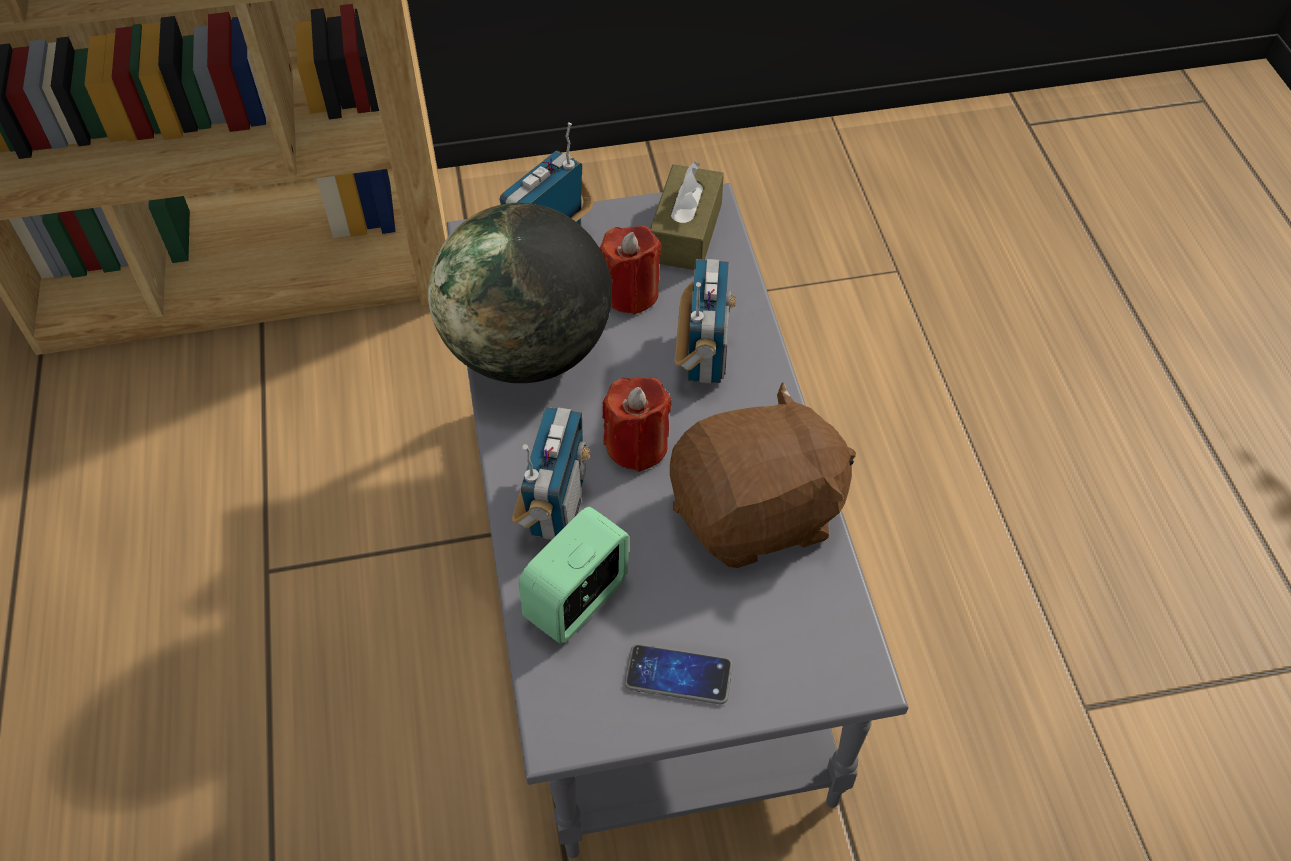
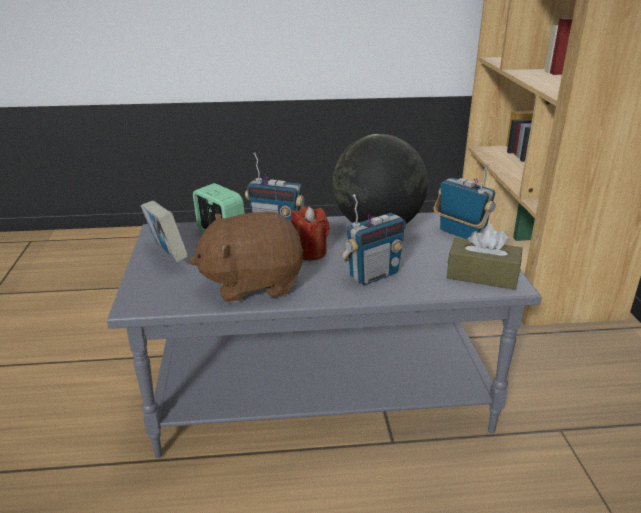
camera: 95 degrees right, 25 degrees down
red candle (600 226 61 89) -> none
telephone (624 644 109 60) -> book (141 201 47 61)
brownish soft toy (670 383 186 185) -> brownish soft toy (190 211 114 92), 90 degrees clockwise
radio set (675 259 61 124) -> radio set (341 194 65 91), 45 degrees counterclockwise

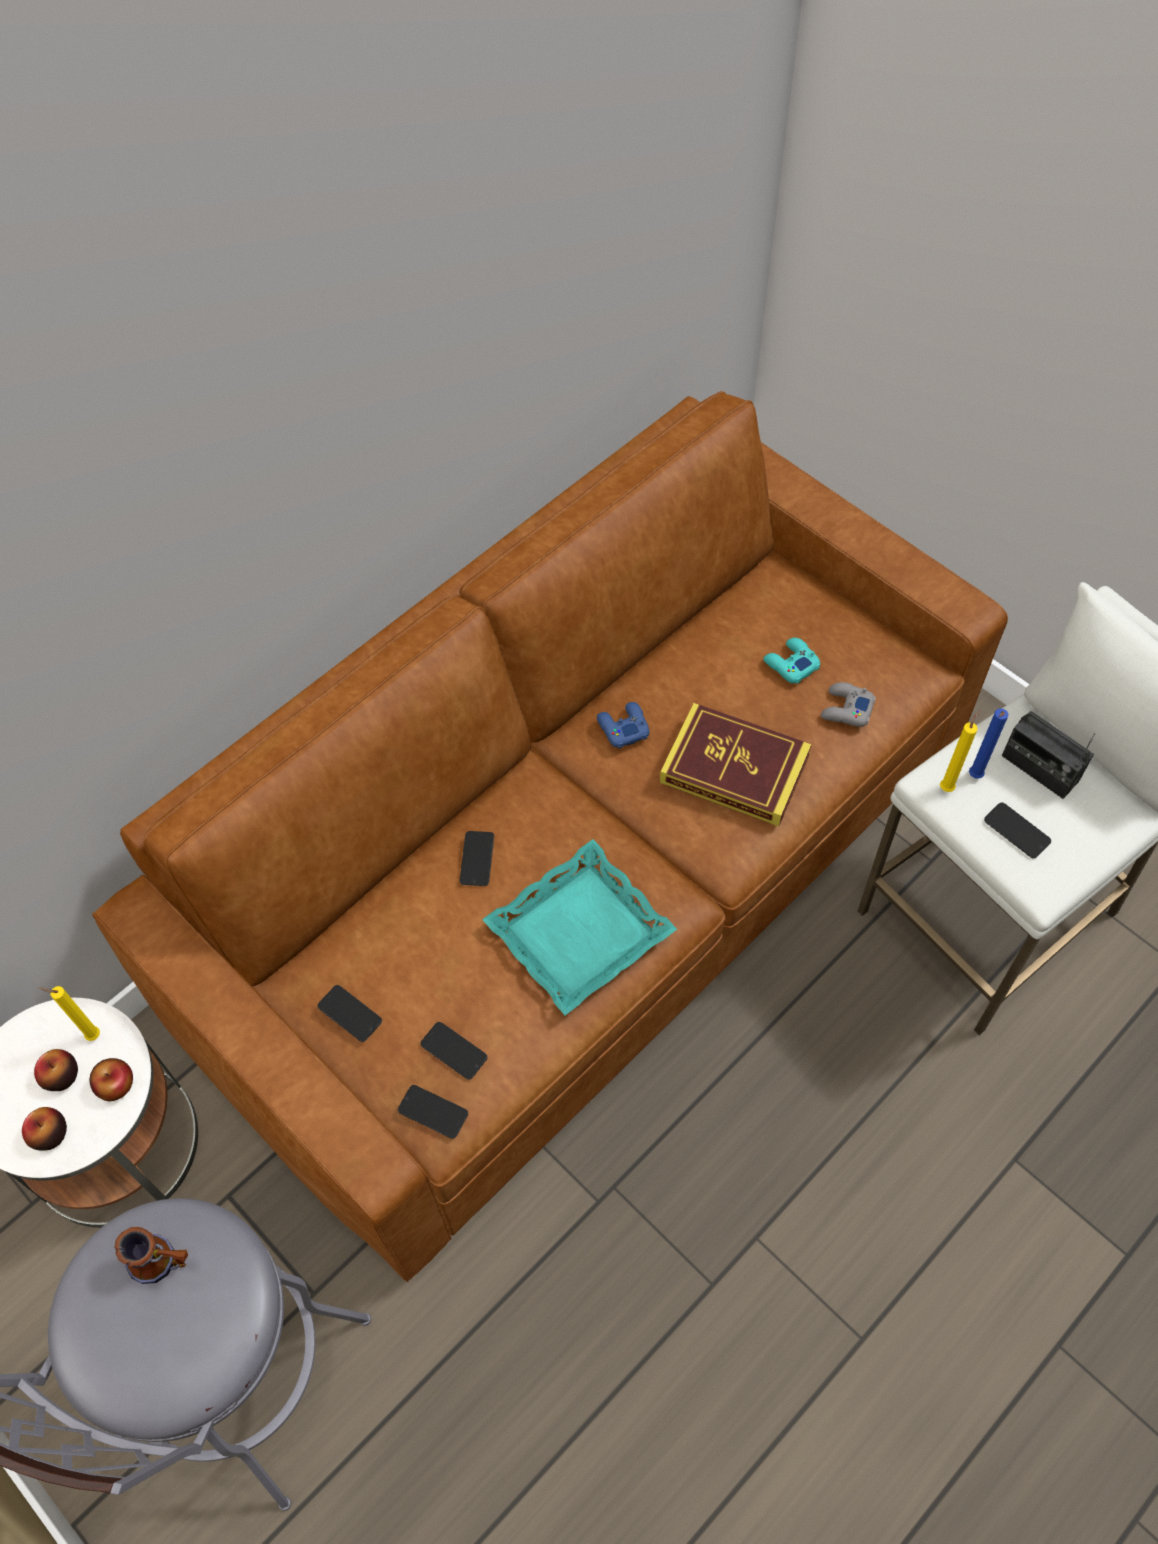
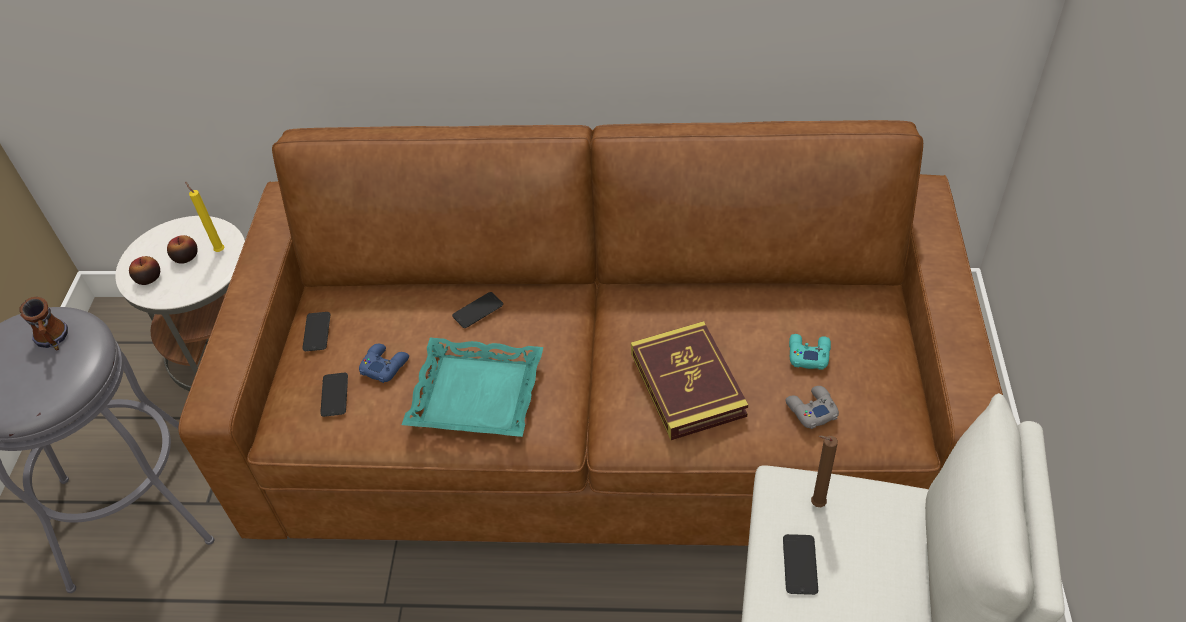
camera: 50 degrees right, 10 degrees down
whole apple (90 1058 43 43) -> none
telephone (398 1085 70 54) -> none
yellow-coloured candle (940 710 40 82) -> none
radio set (1002 711 93 88) -> none
blue-coloured gamepad (597 702 53 46) -> blue-coloured gamepad (359 344 50 39), shifted
blue-coloured candle (969 708 40 71) -> brownish candle (811 435 27 72)

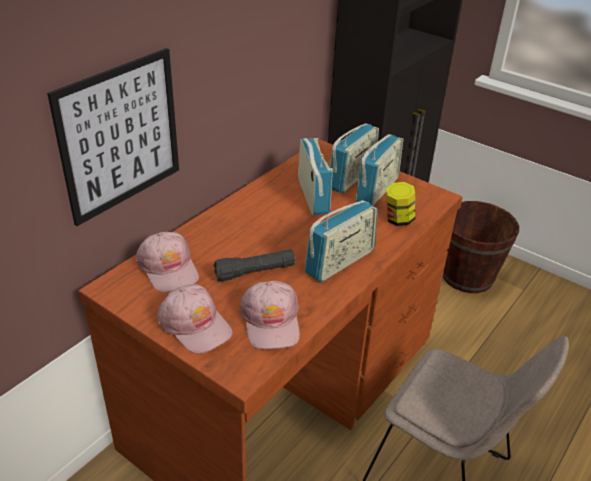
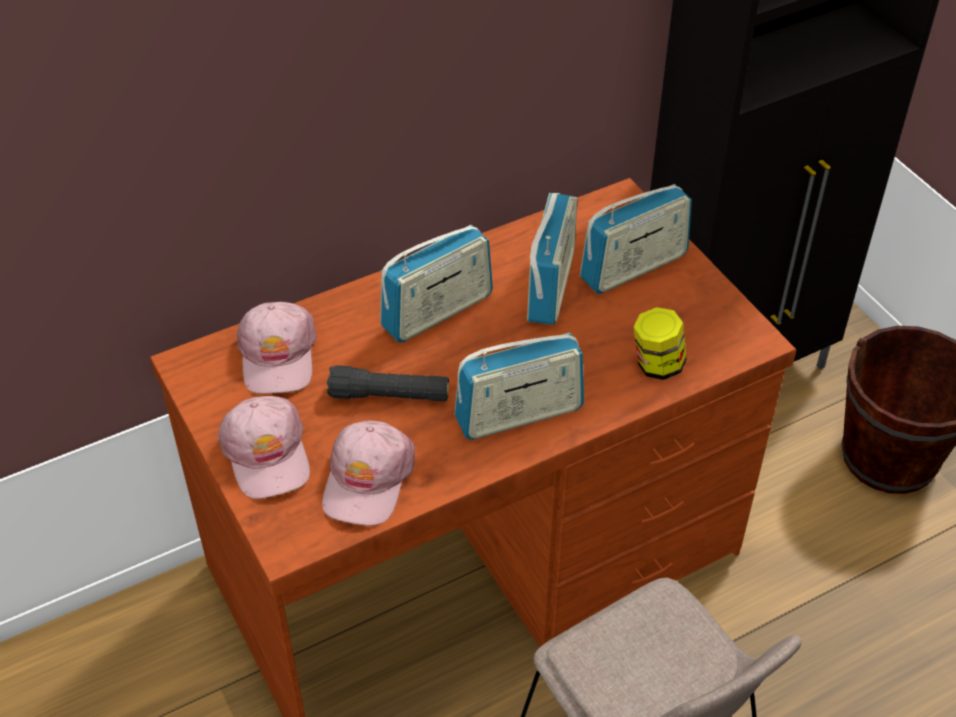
camera: 25 degrees right, 10 degrees up
picture (47 48 132 178) -> none
radio set (355 134 48 72) -> radio set (380 225 113 118), shifted

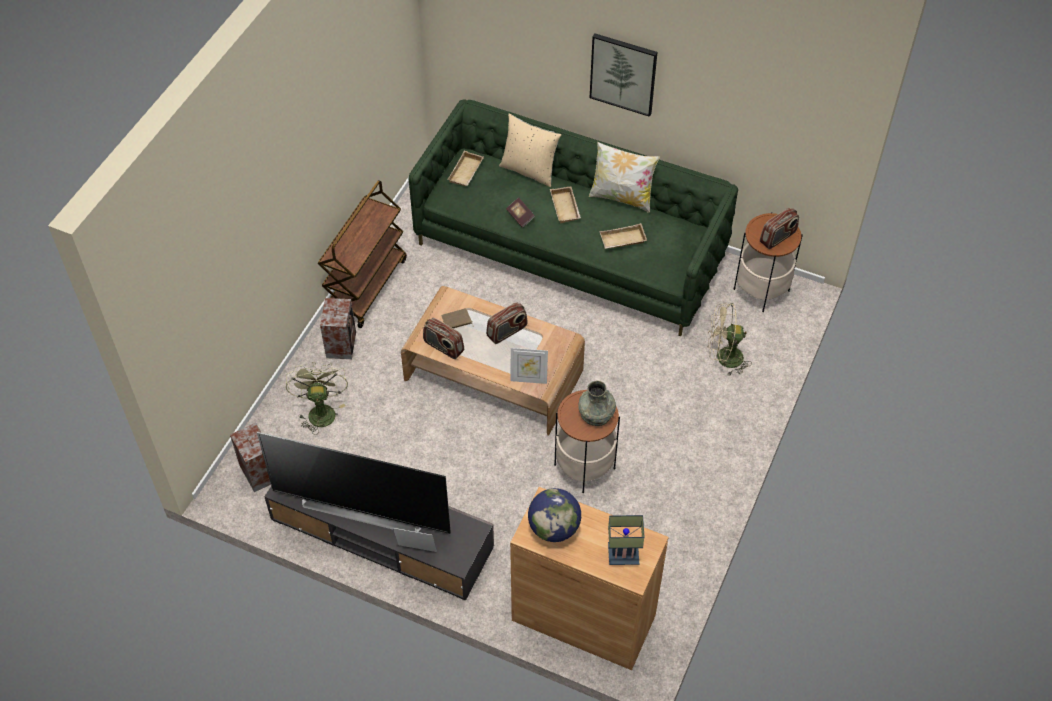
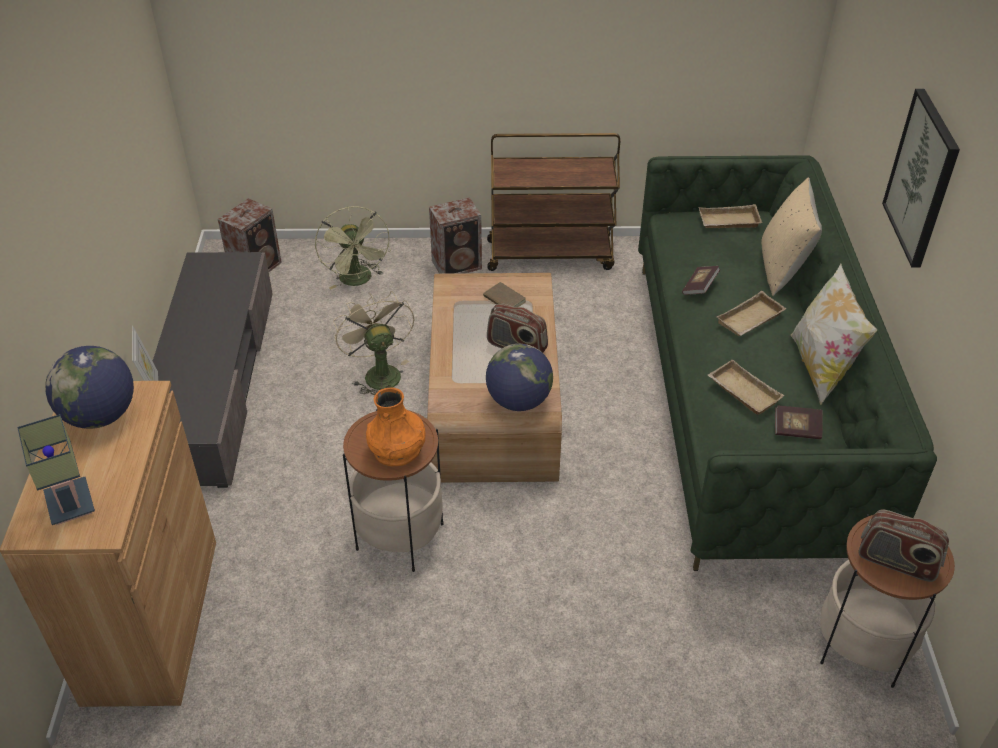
camera: 65 degrees right, 10 degrees down
TV set (257 432 194 102) -> none
radio set (423 318 41 41) -> none
standing frame (510 348 38 36) -> none
none -> globe (486 344 67 67)
none -> book (775 406 48 33)
sand-coloured electric fan (708 303 44 72) -> sand-coloured electric fan (333 291 82 104), shifted
greyish vase (578 381 38 45) -> orange vase (366 387 60 79)
greenish electric fan (286 362 62 73) -> greenish electric fan (315 206 76 83), 105 degrees clockwise

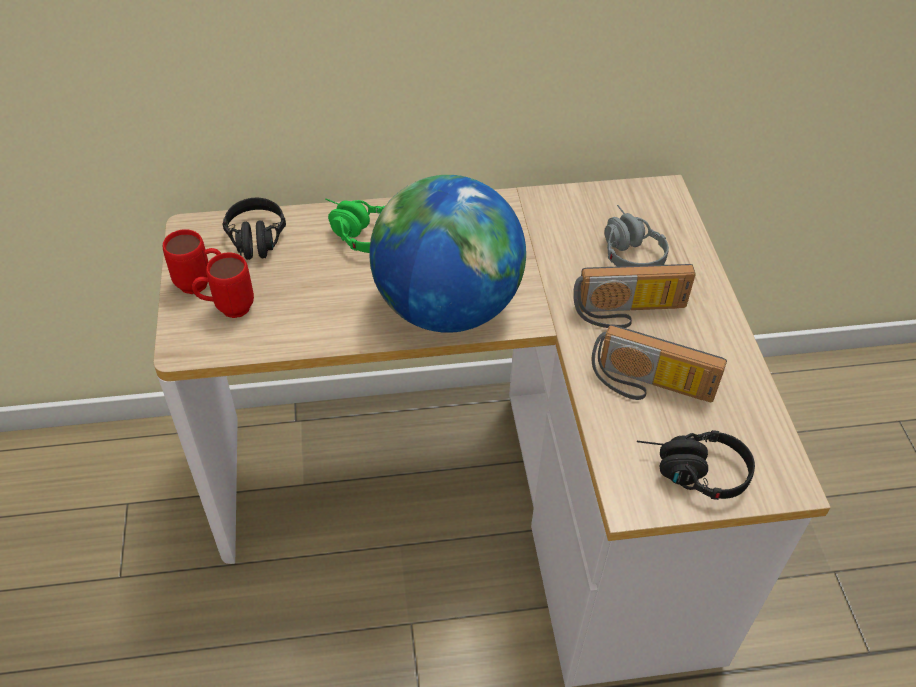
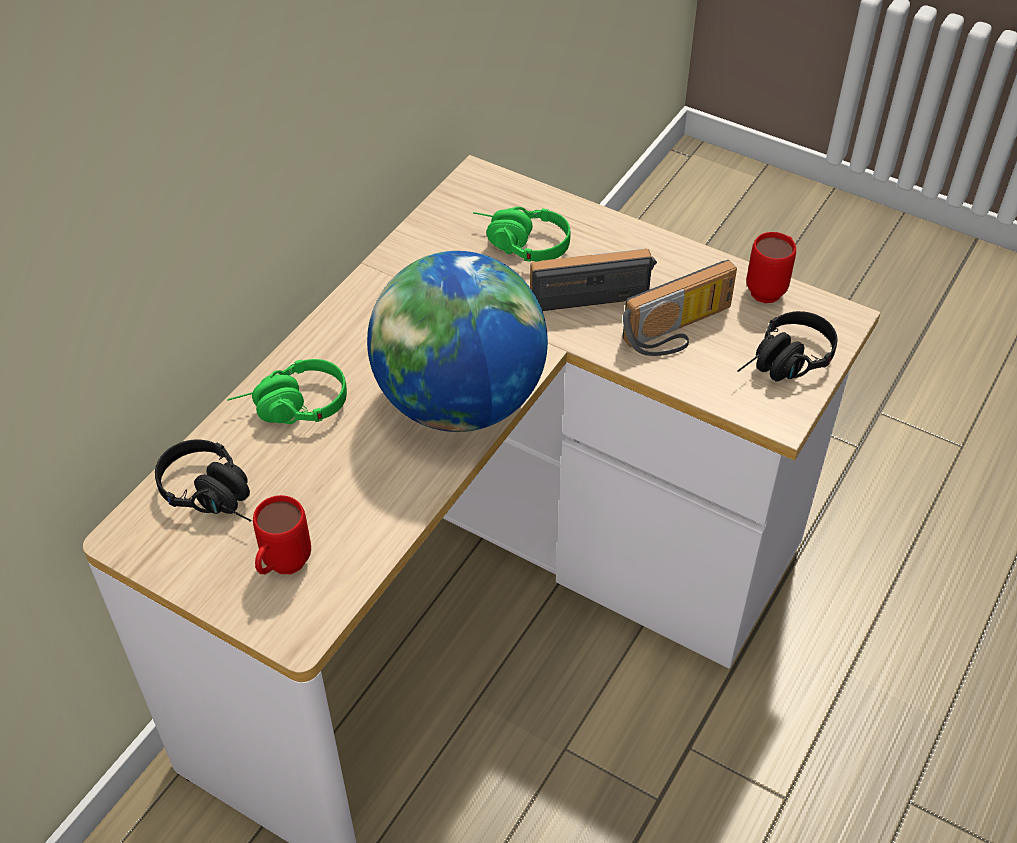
camera: 50 degrees left, 0 degrees up
red coffee mug (163 229 58 65) -> red coffee mug (746 232 50 71), shifted
greyish headphones (604 205 65 62) -> greenish headphones (473 207 97 55)
radio set (574 264 122 64) -> radio set (530 248 127 63), 135 degrees counterclockwise

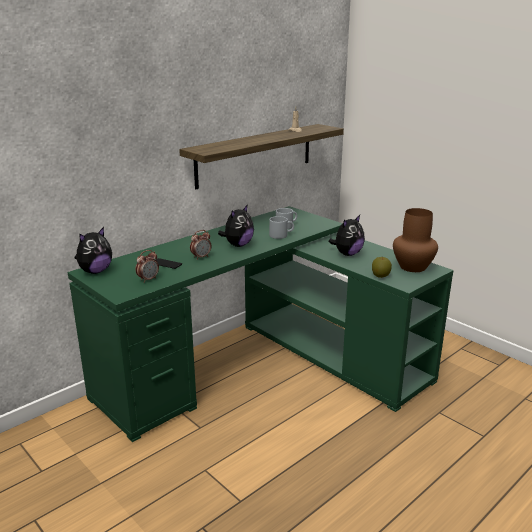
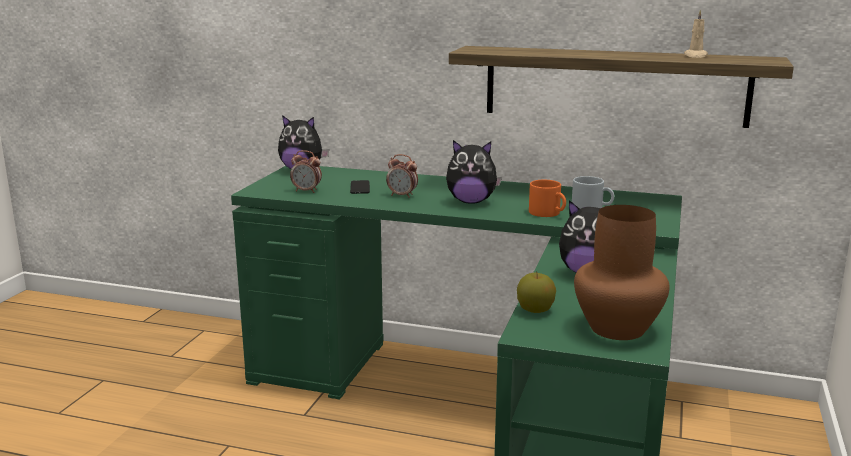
camera: 60 degrees right, 5 degrees down
greyish coffee mug (269 216 25 23) -> orange coffee mug (529 180 37 37)

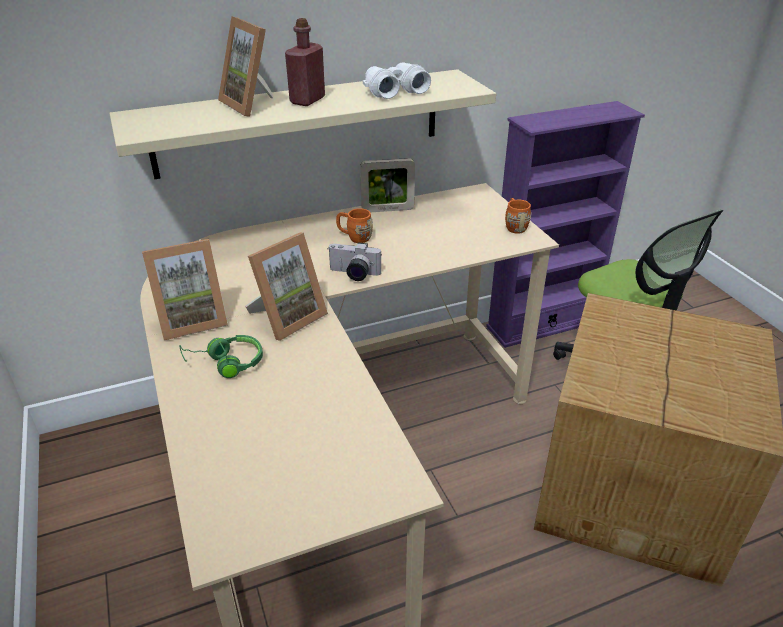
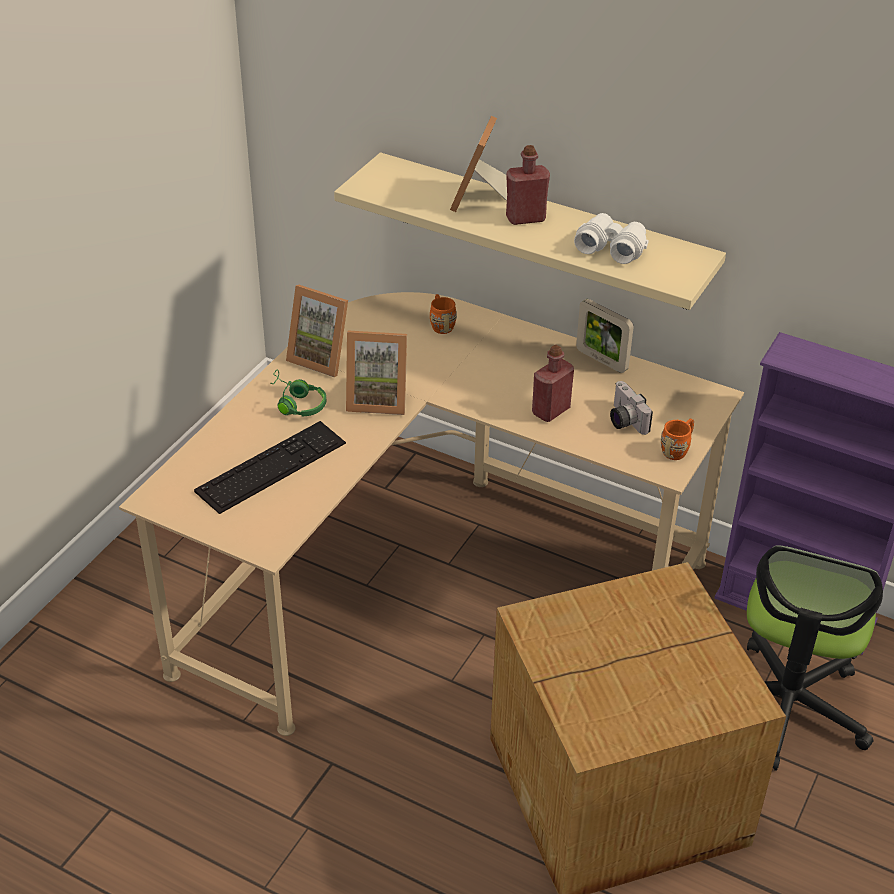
camera: 50 degrees right, 5 degrees up
none -> computer keyboard (194 421 152 93)
none -> red beverage bottle (532 345 42 77)
photo camera (328 243 54 38) -> photo camera (610 381 43 54), shifted
orange coffee mug (336 208 37 35) -> orange coffee mug (430 294 27 40), shifted

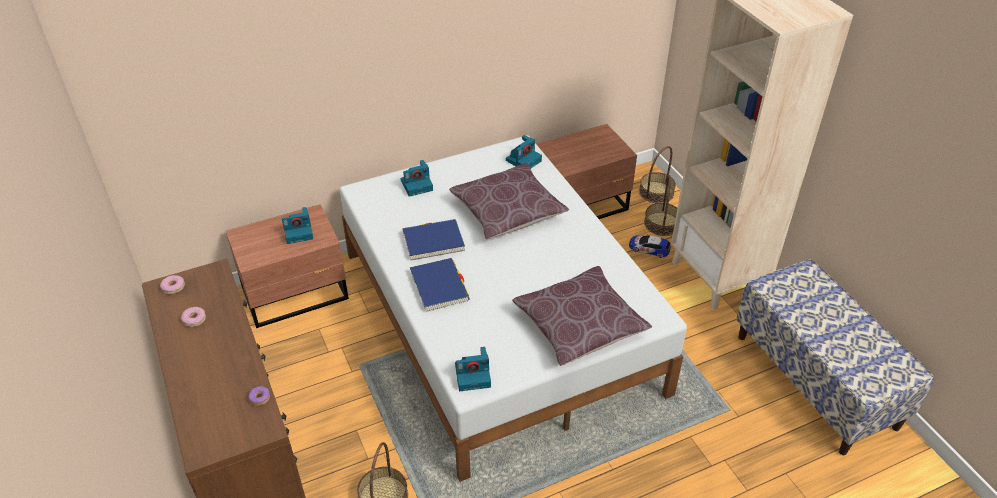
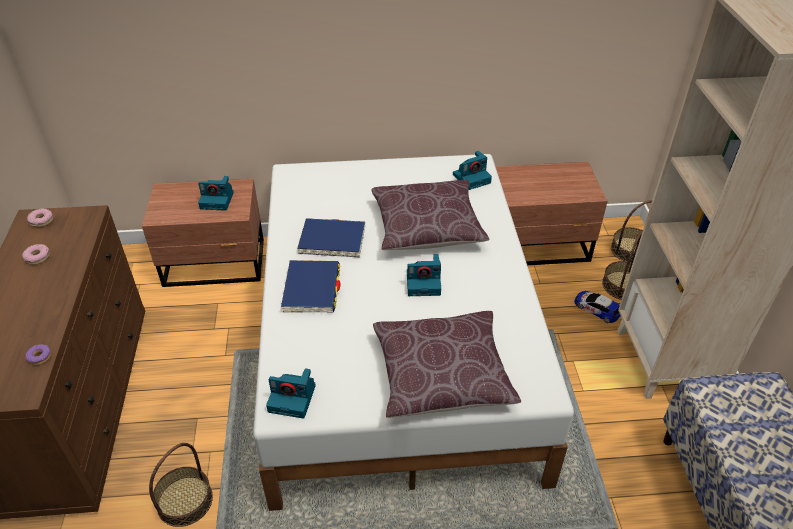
camera: 20 degrees right, 0 degrees up
photo camera (401 160 32 37) -> photo camera (407 254 34 42), shifted

